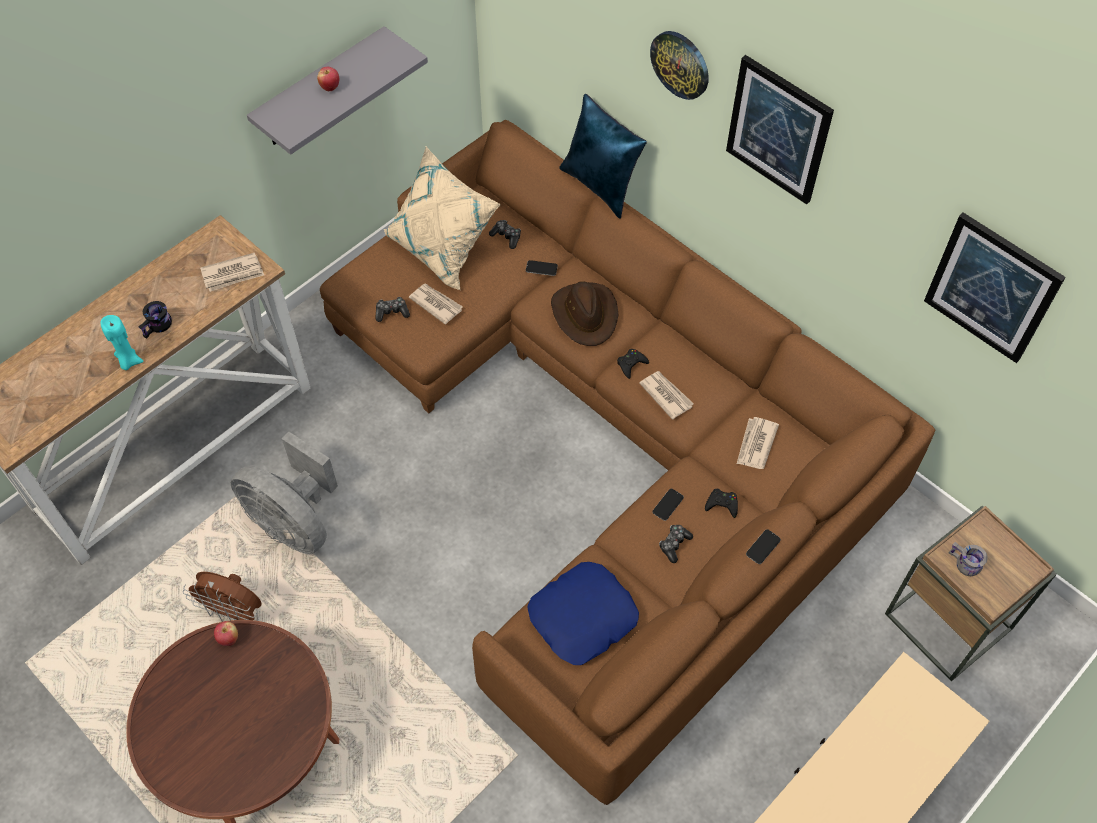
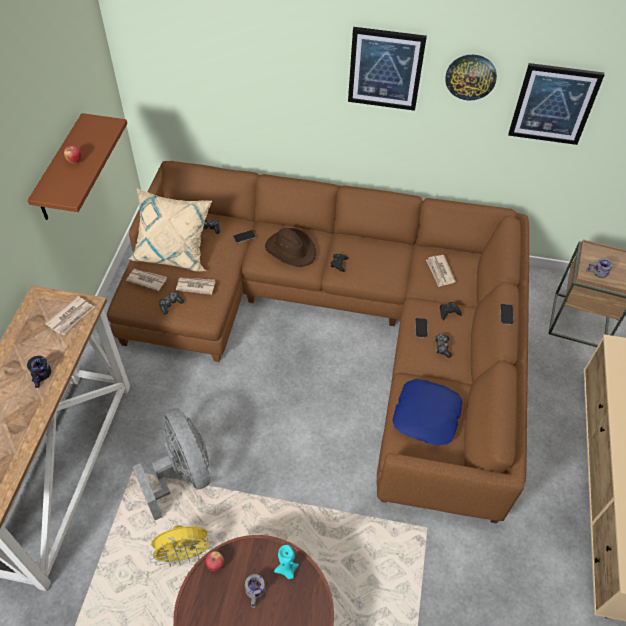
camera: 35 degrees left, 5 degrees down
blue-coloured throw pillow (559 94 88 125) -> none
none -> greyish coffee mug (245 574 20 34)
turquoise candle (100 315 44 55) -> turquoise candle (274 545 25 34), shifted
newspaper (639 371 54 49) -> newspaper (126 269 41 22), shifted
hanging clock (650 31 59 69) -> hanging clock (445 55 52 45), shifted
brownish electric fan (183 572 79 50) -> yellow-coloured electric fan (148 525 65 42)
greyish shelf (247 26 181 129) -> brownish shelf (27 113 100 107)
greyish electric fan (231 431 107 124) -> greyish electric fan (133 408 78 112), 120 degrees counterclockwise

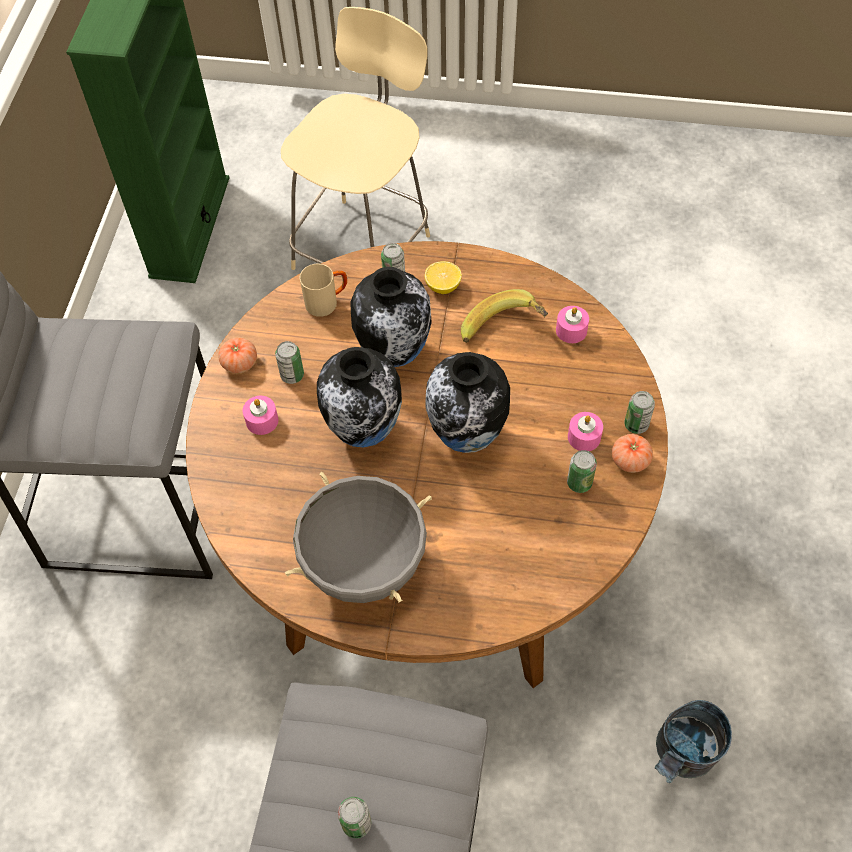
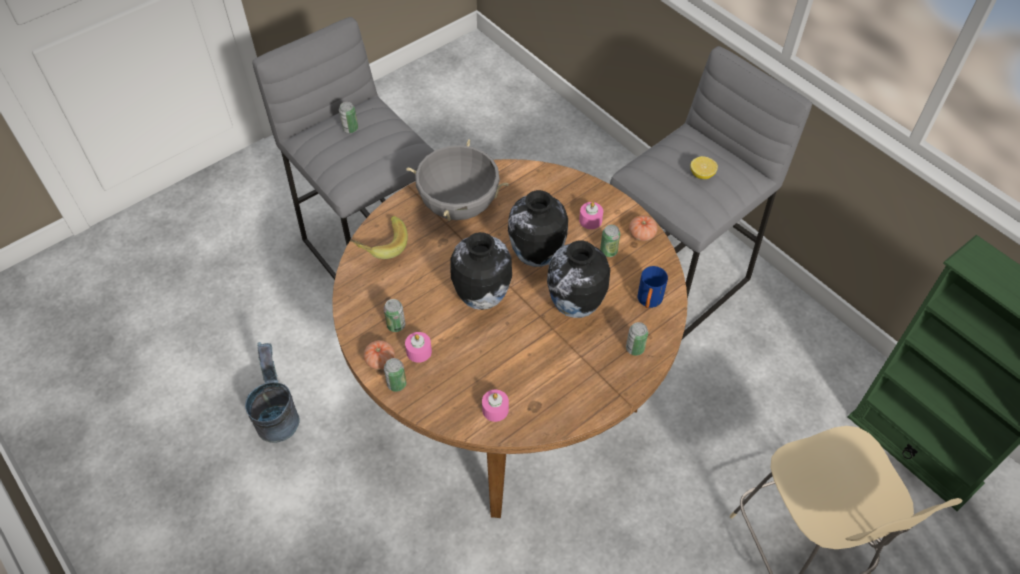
camera: 130 degrees right, 5 degrees down
citrus fruit (425 261 37 33) -> citrus fruit (691 156 27 23), shifted
banana fruit (461 289 87 54) -> banana fruit (350 216 58 43), shifted
sand-coloured coffee mug (300 264 47 53) -> blue-coloured coffee mug (638 266 30 42)

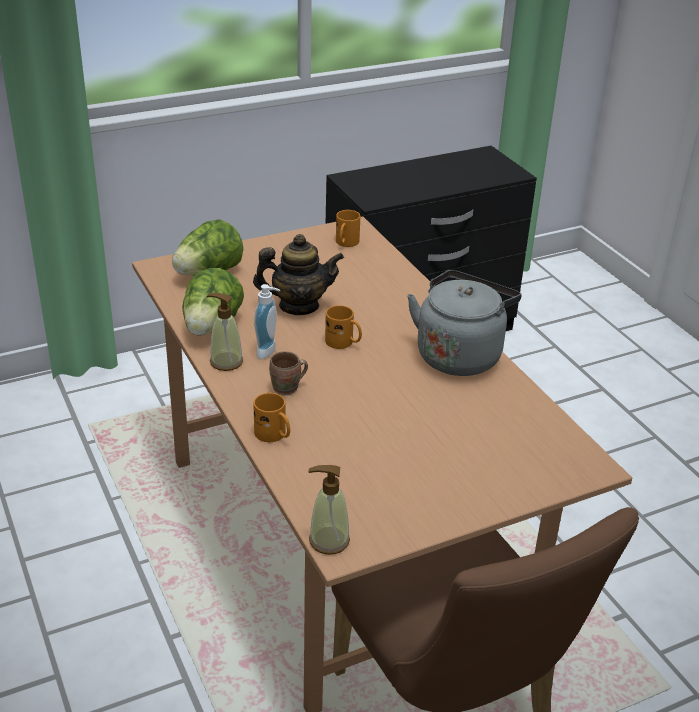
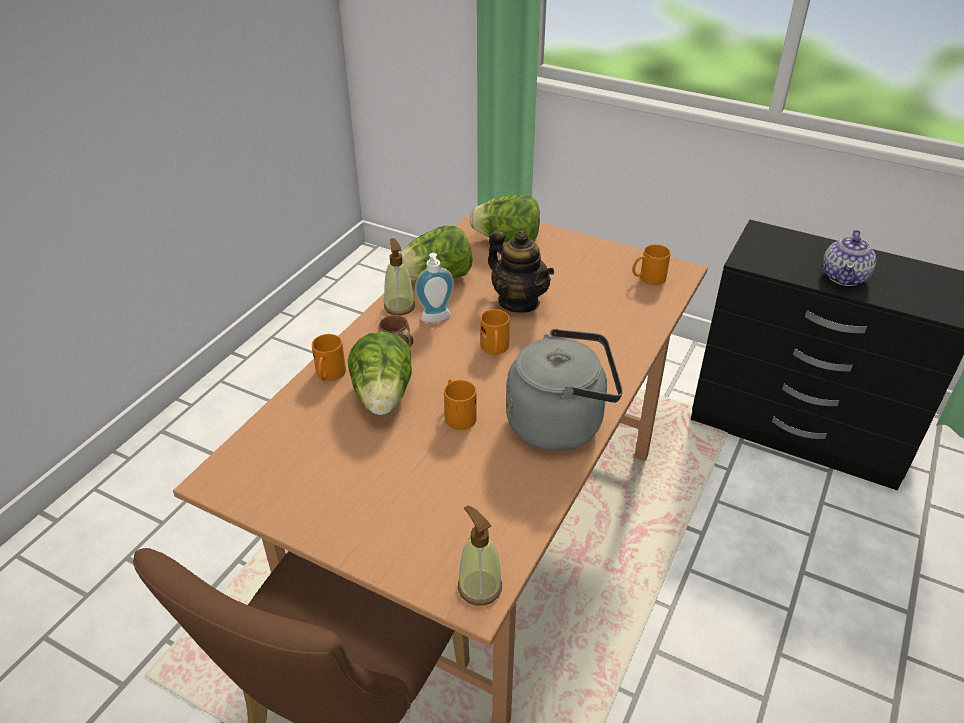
camera: 55 degrees right, 5 degrees up
none -> lettuce head (348 332 64 83)
none -> orange coffee mug (444 379 33 51)
none -> teapot (823 230 53 56)
soap dispenser (308 465 42 90) -> soap dispenser (458 505 44 101), shifted

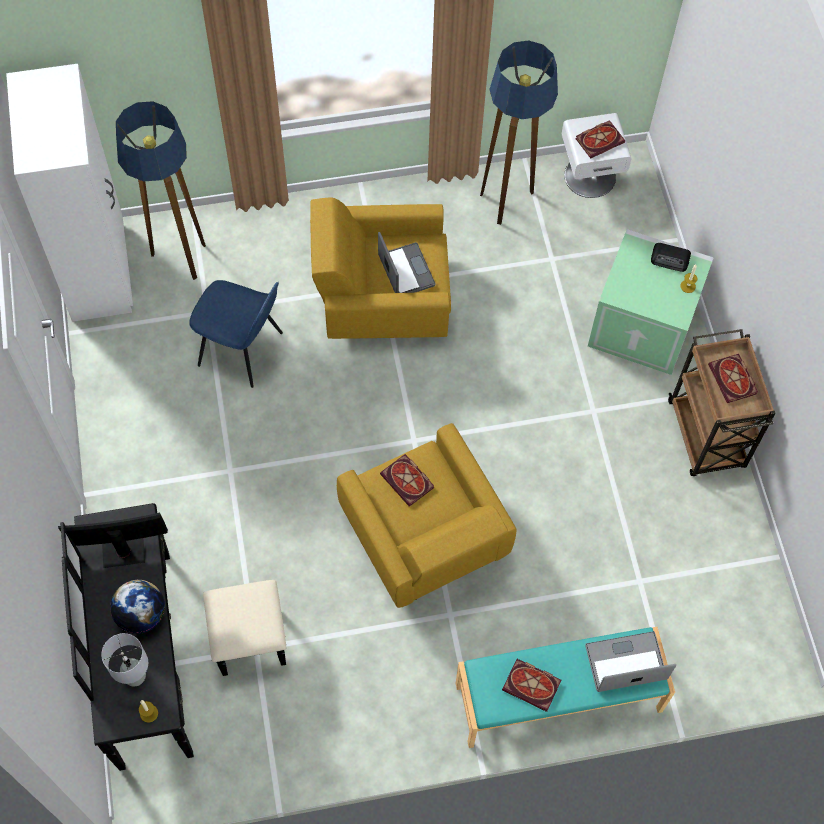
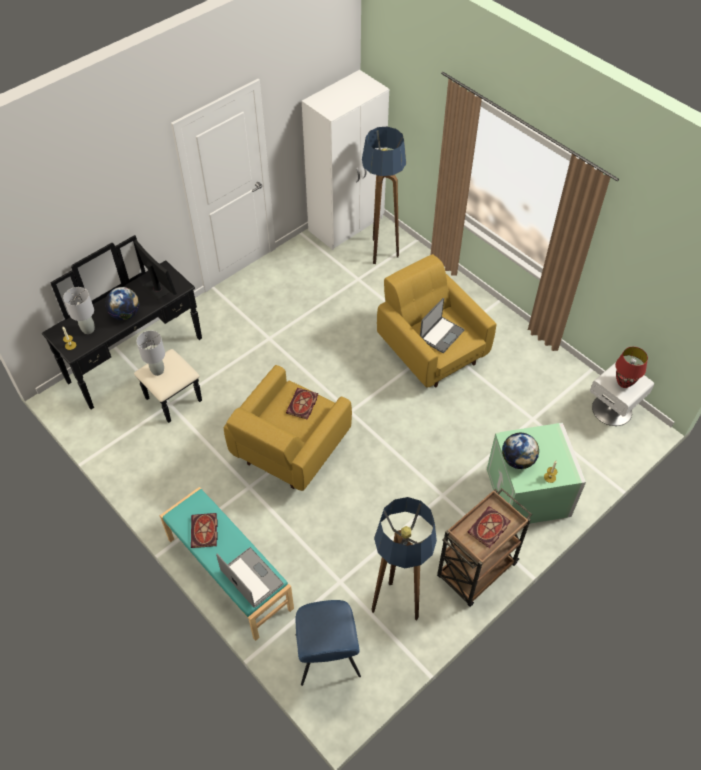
camera: 60 degrees right, 10 degrees down
radio set (651 243 40 29) -> none
none -> greyish table lamp (136 330 29 46)
none -> globe (502 433 37 36)
blue-coloured chair (189 280 94 108) -> blue-coloured chair (295 600 66 86), shifted
standard lamp (480 40 78 185) -> standard lamp (371 497 66 123), shifted
book (575 120 50 39) -> red table lamp (616 347 32 41)

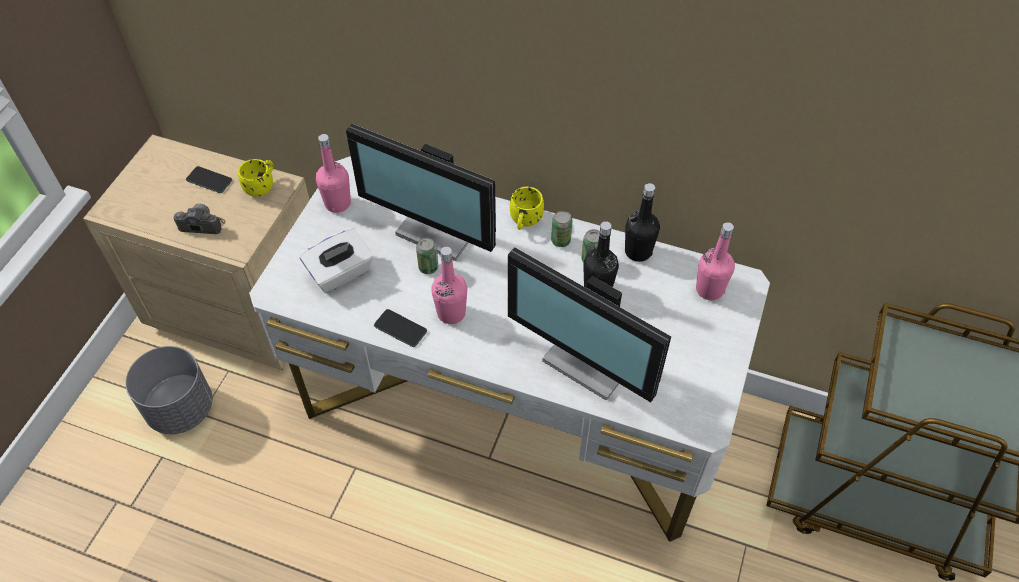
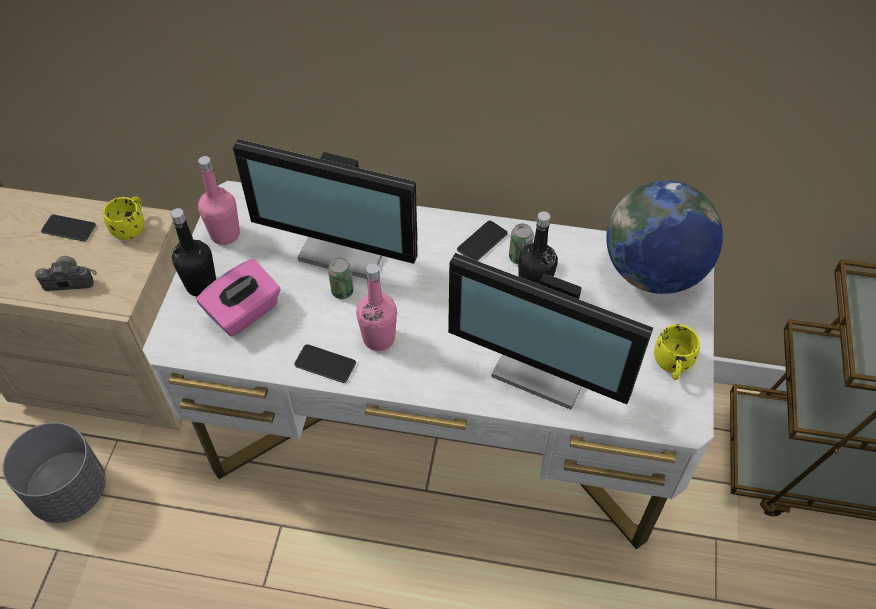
camera: 10 degrees left, 0 degrees up
yellow-coloured coffee mug (510 187 34 43) -> yellow-coloured coffee mug (654 324 46 56), shifted
black beverage bottle (625 183 35 79) -> black beverage bottle (171 208 45 89), shifted
can (551 211 21 36) -> telephone (457 221 51 40)
pink-coloured beverage bottle (696 222 39 78) -> globe (606 180 117 114)
white-coloured box of tissues (300 228 73 65) -> pink-coloured box of tissues (196 259 85 78)

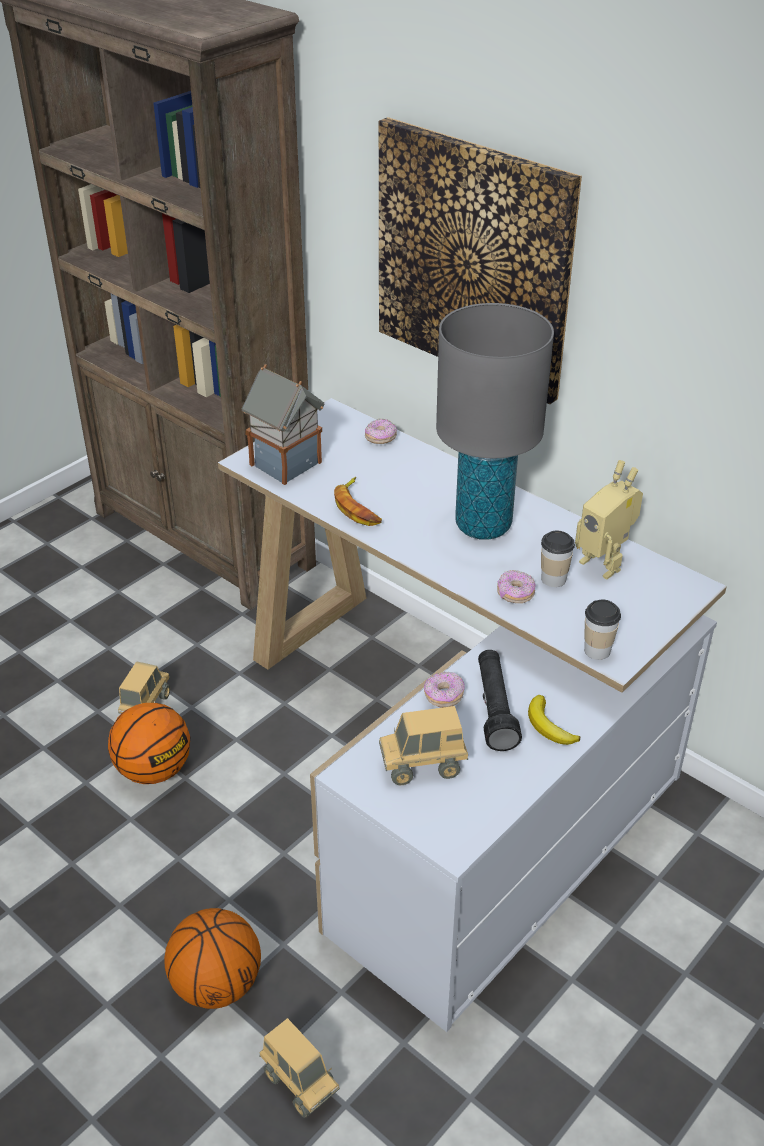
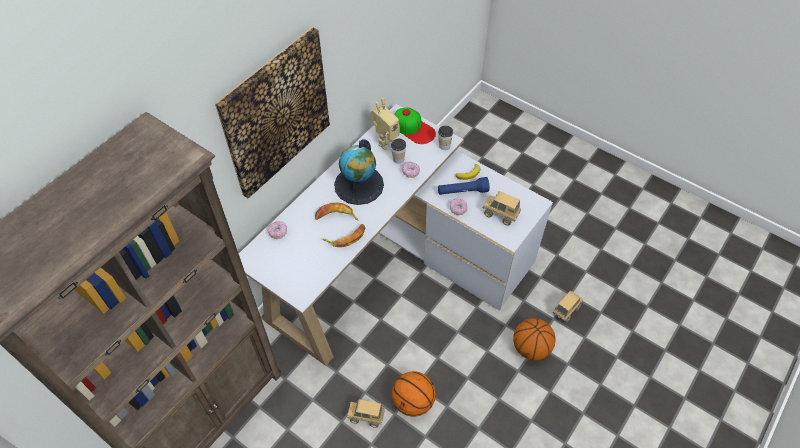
camera: 95 degrees left, 15 degrees up
toy house (242 364 82 121) -> none
none -> banana fruit (315 203 43 18)
none -> cap (394 107 42 37)
greyish table lamp (436 303 118 237) -> globe (334 139 50 66)
black torch (478 650 44 101) -> blue-coloured torch (438 177 51 18)
toy lorry (379 706 89 79) -> toy lorry (483 191 38 34), 135 degrees clockwise

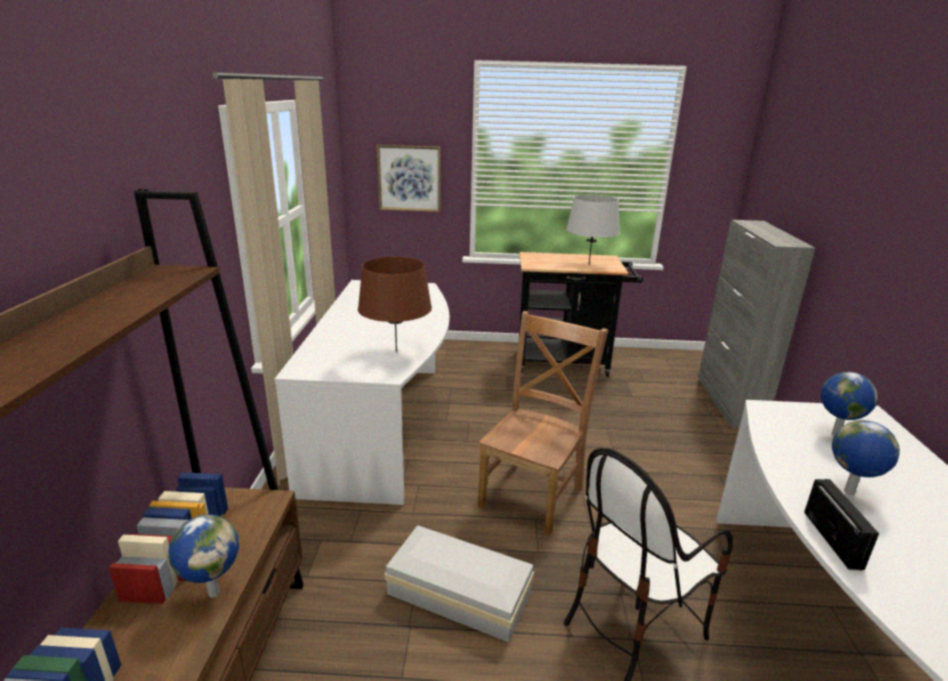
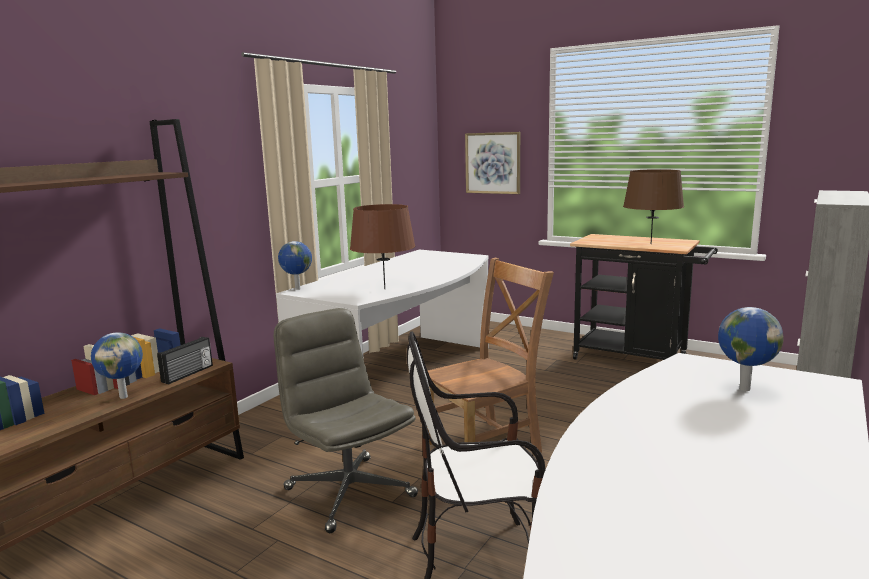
camera: 30 degrees right, 10 degrees down
radio set (804 479 75 91) -> radio set (157 337 56 47), shifted
globe (832 420 68 75) -> globe (278 241 34 49), shifted
white-coloured storage box (384 525 150 118) -> greyish desk chair (273 308 145 225)
greyish table lamp (566 195 54 69) -> brownish table lamp (623 169 61 75)

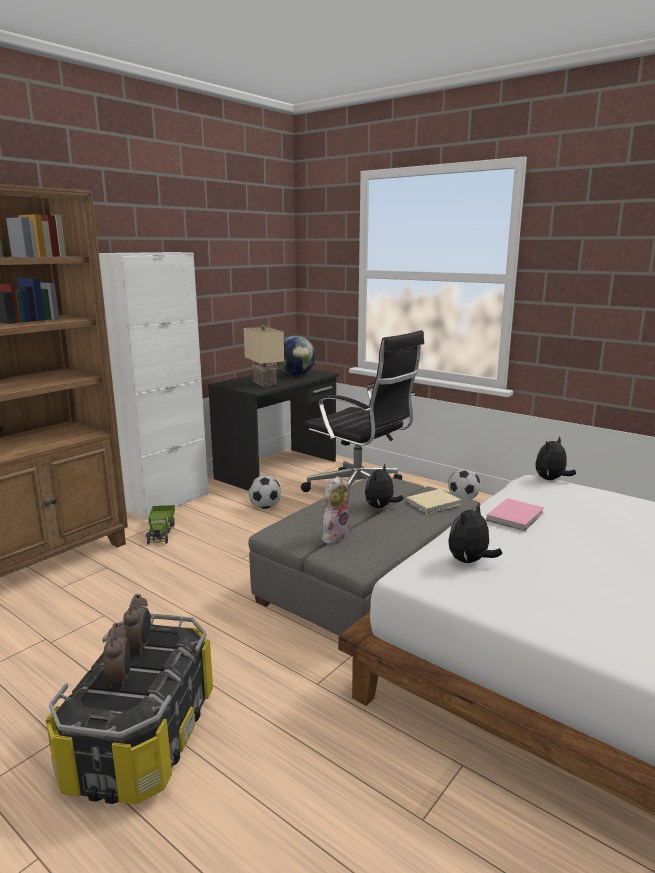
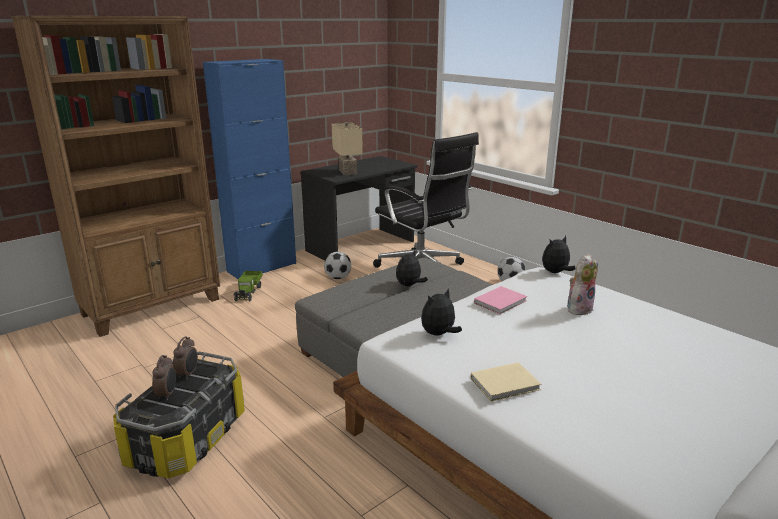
camera: 10 degrees right, 5 degrees up
globe (277 336 38 40) -> none
soft toy (321 476 29 68) -> soft toy (567 254 31 61), shifted
sand-coloured book (406 489 55 25) -> sand-coloured book (471 362 70 40), shifted
white-coloured cabinet (99 252 110 267) -> blue-coloured cabinet (203 59 93 220)

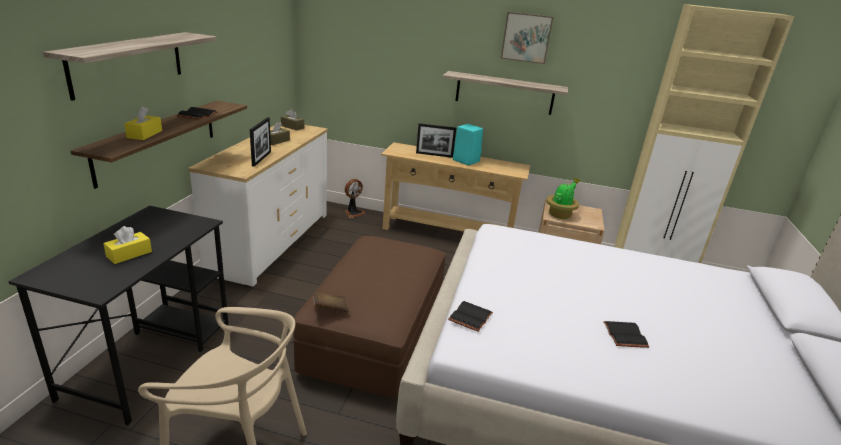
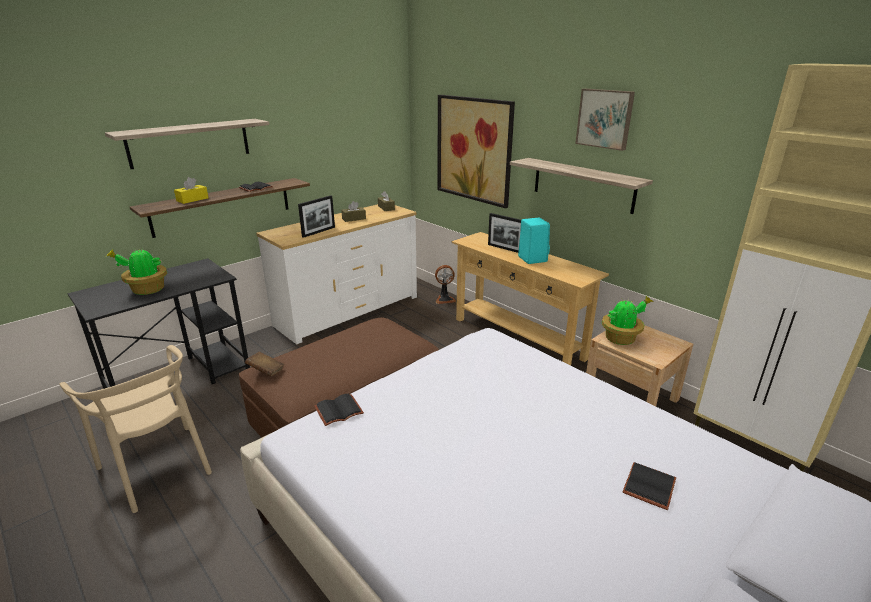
camera: 35 degrees right, 0 degrees up
none -> picture (438 95 77 113)
black book (603 321 46 27) -> black book (623 462 53 48), shifted
yellow-coloured box of tissues (103 226 49 38) -> potted plant (107 246 60 49)

